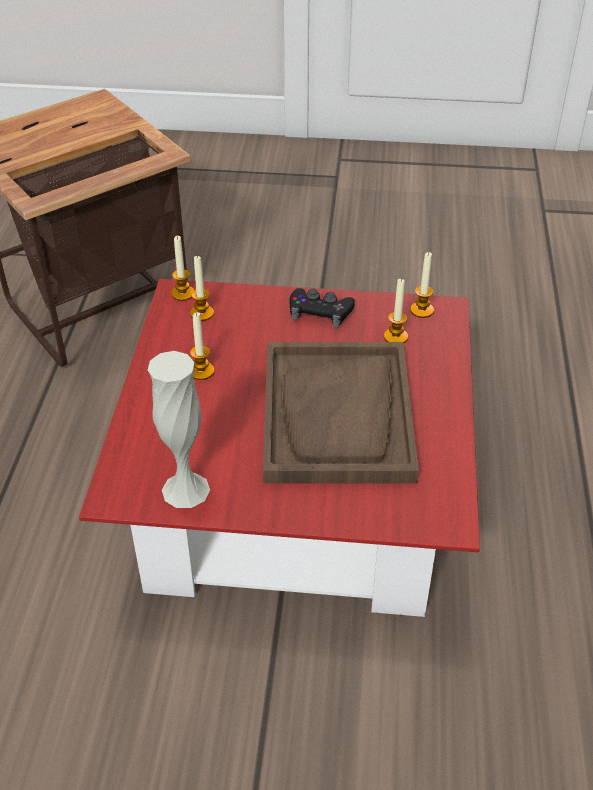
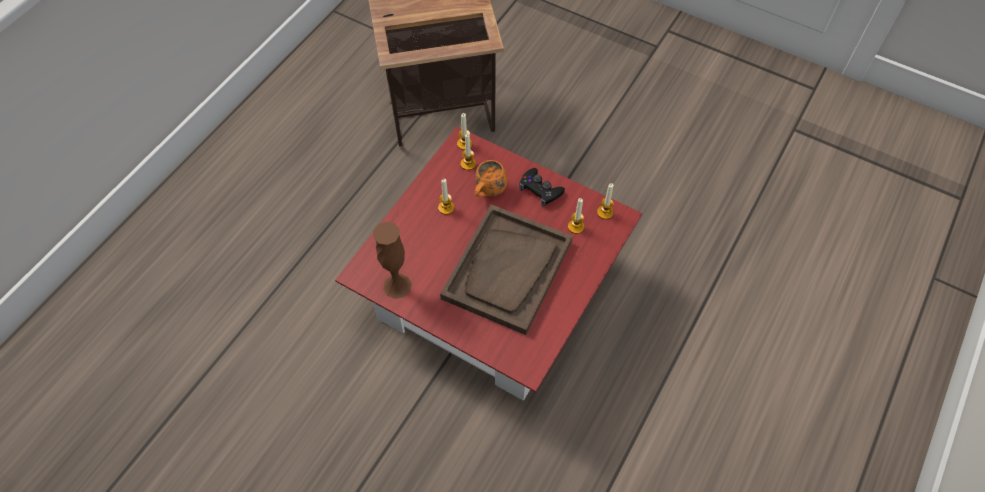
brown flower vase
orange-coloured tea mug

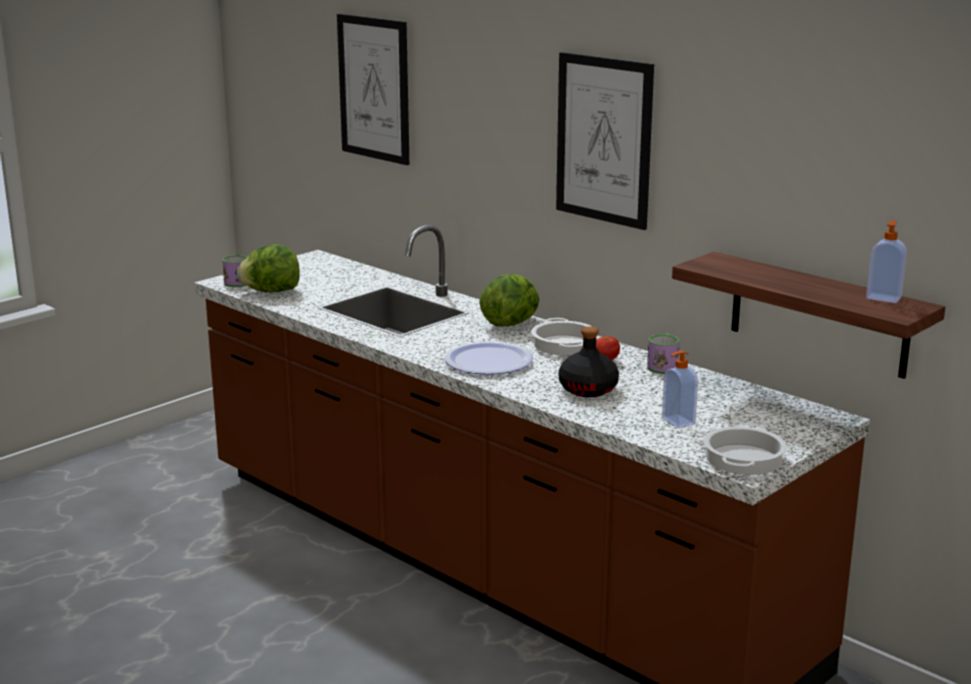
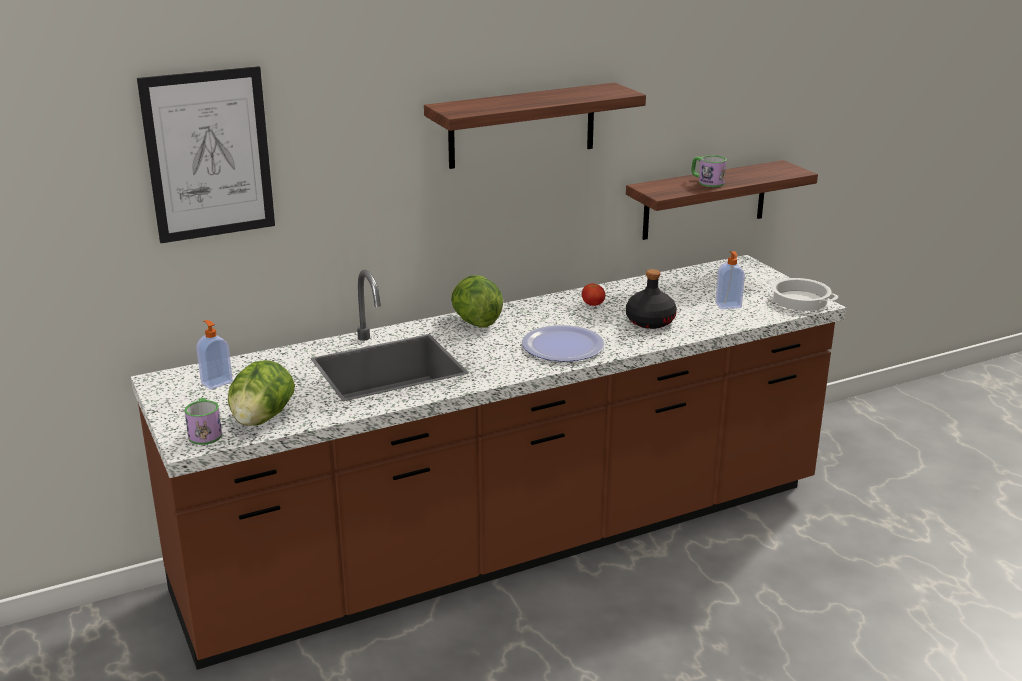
soap dispenser (no. 1 from left)
wall shelf (no. 1 from left)
tea mug (no. 2 from left)
saucepot (no. 1 from left in the first image)

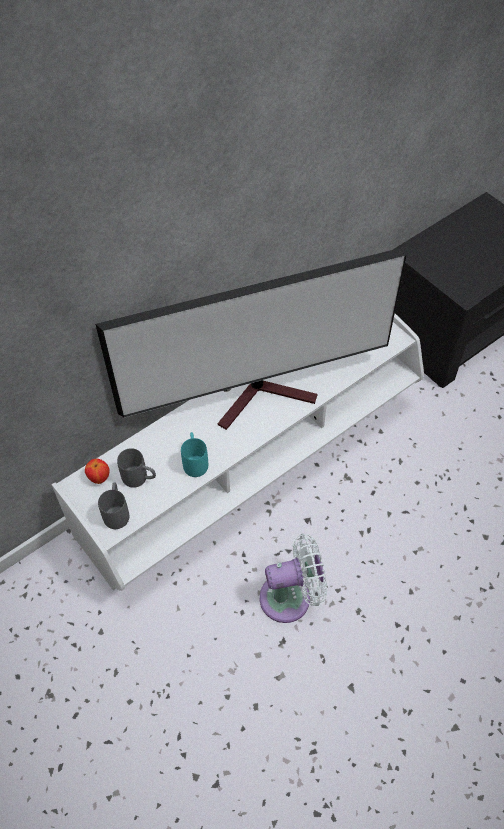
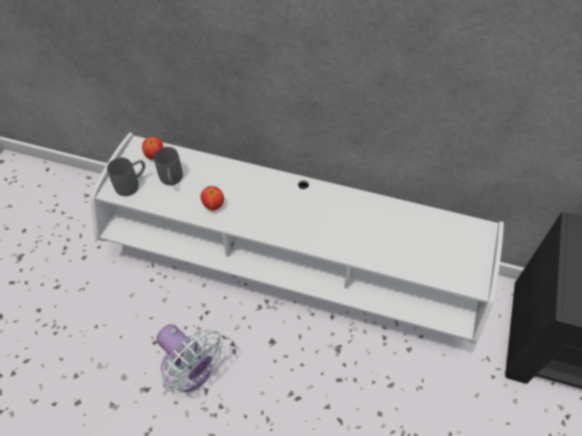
apple (no. 2 from left)
TV set

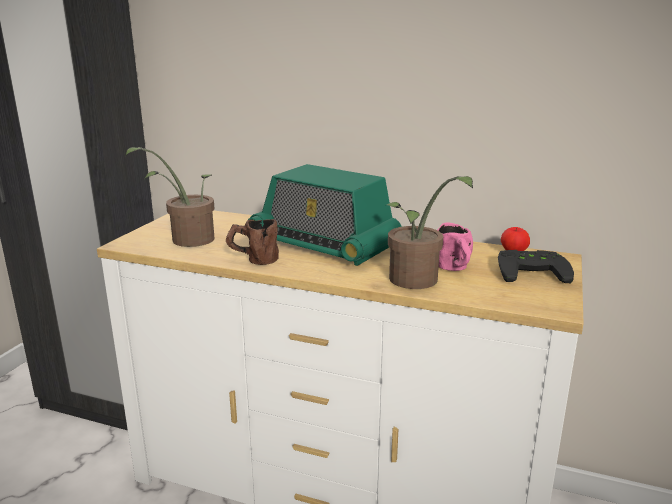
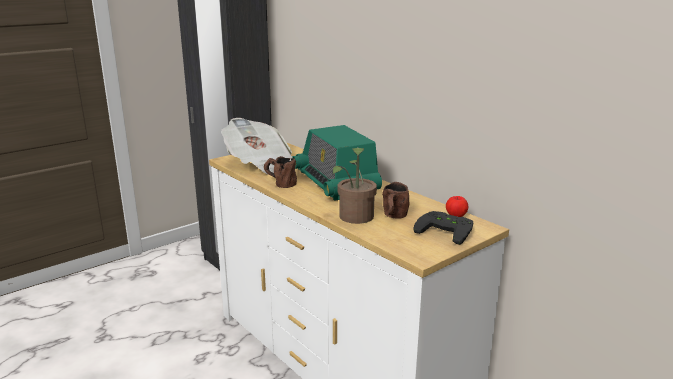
daily paper
brown tea mug (no. 2 from left)

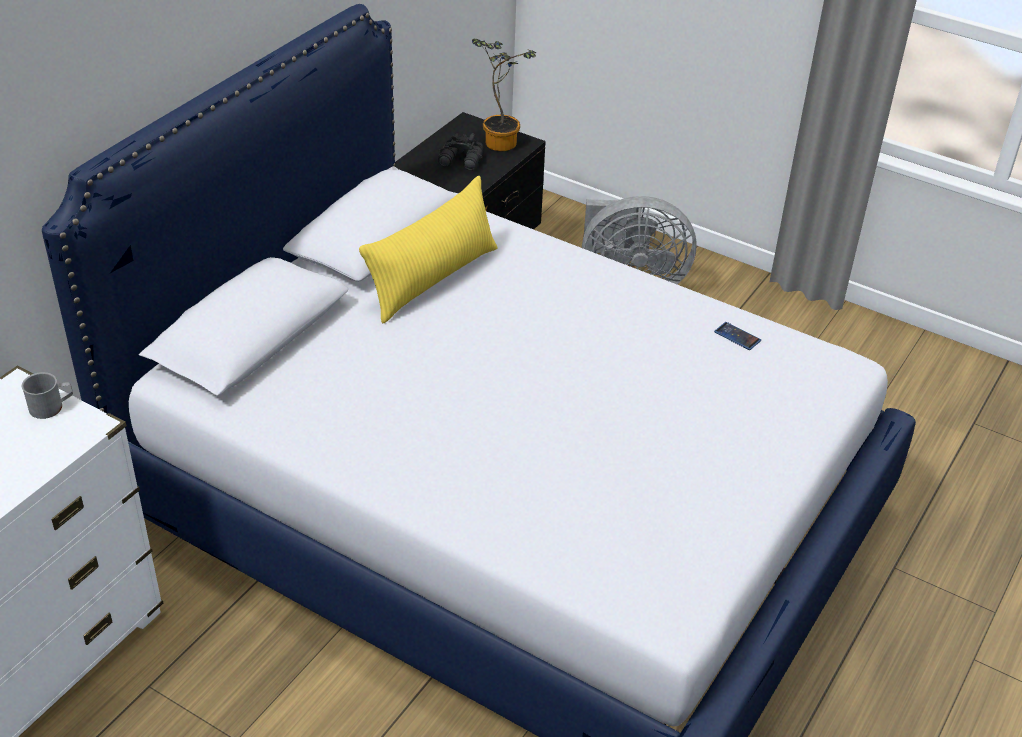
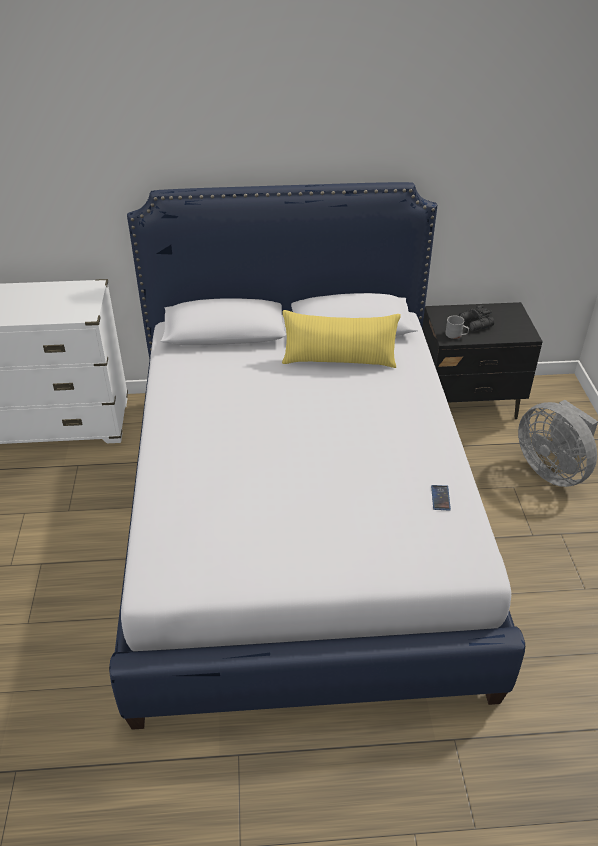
grey tea mug
houseplant

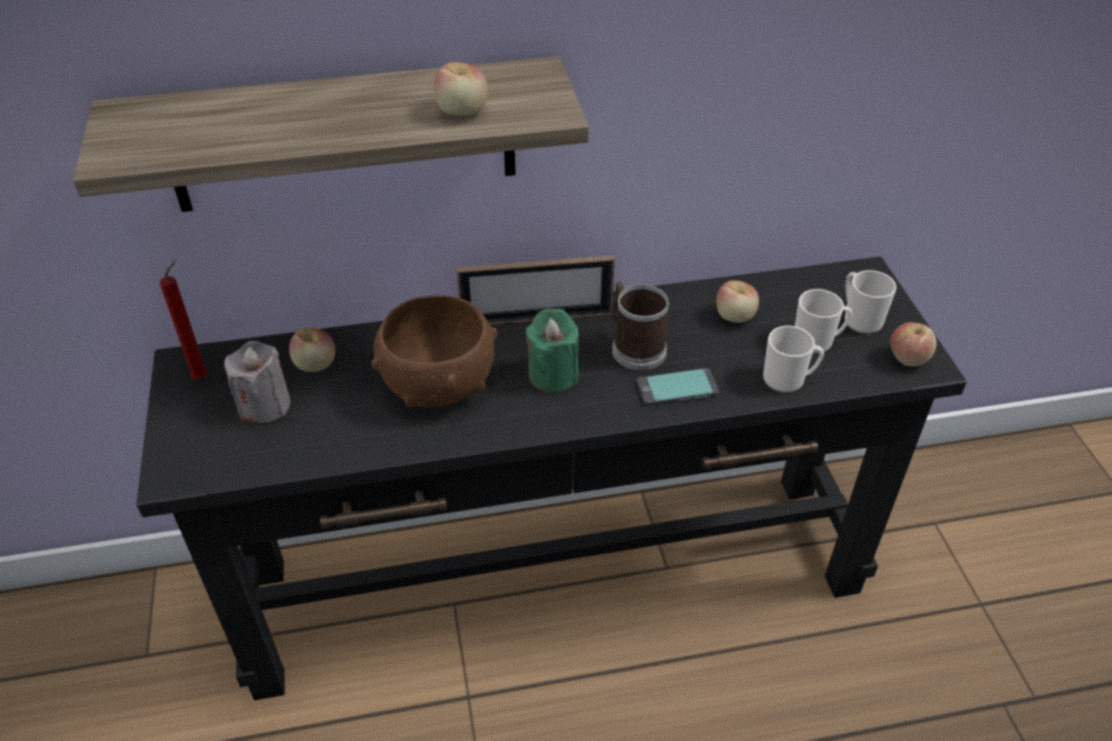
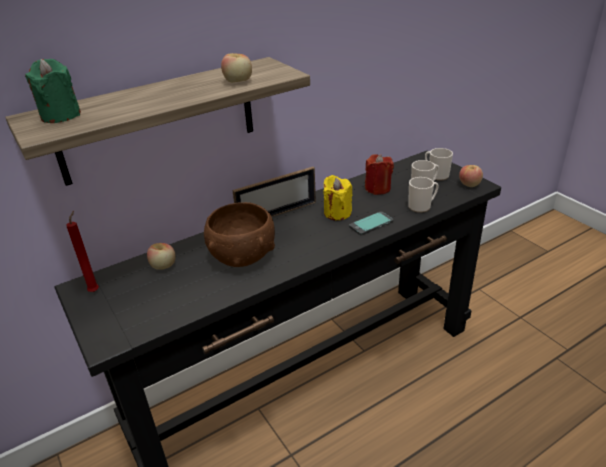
greenish wax candle
yellow-coloured wax candle
red-coloured wax candle (no. 2 from left)
grey wax candle

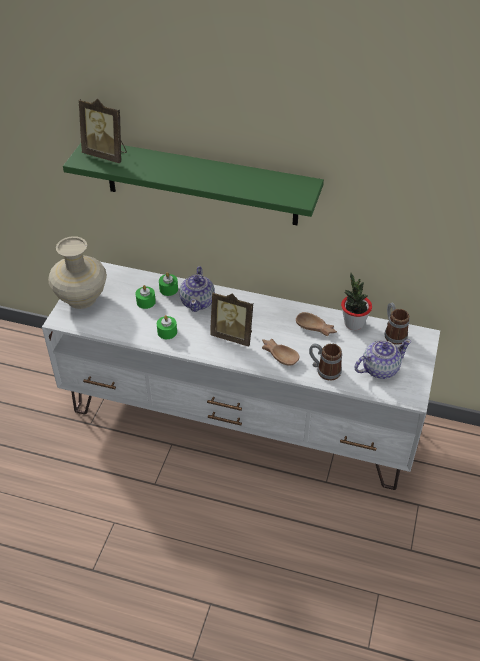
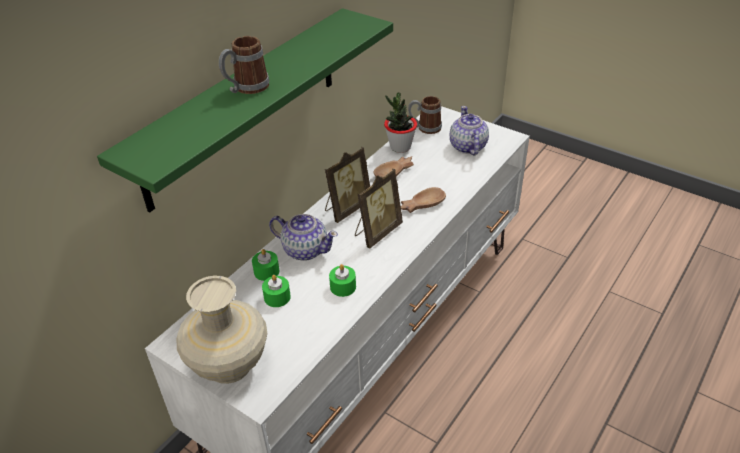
tea mug (no. 1 from left)
picture frame (no. 1 from left)

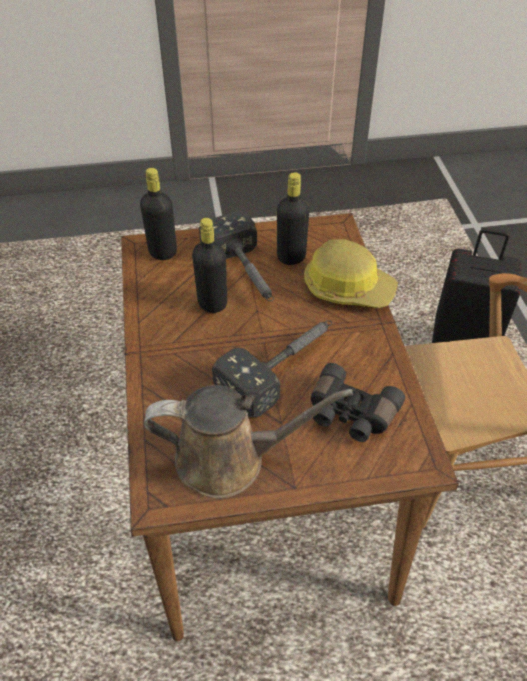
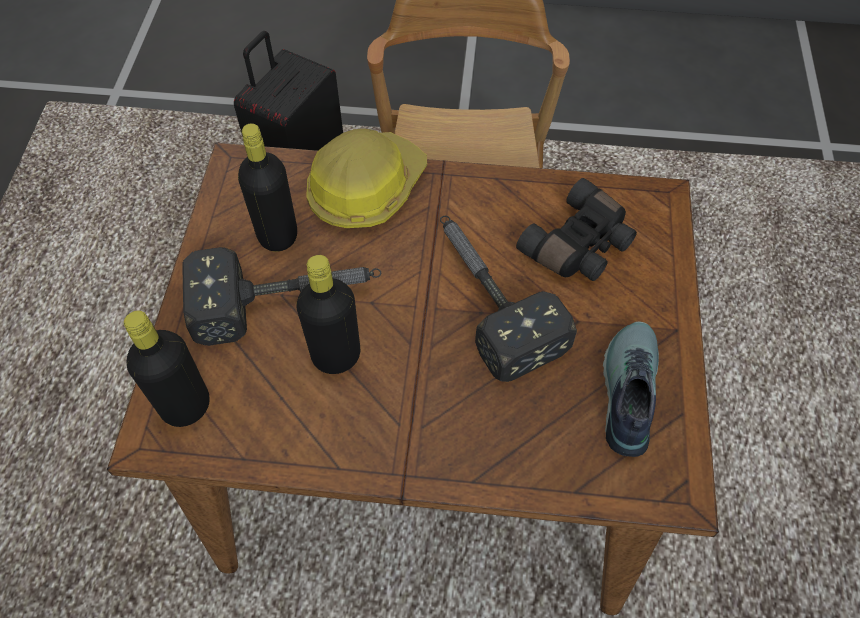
shoe

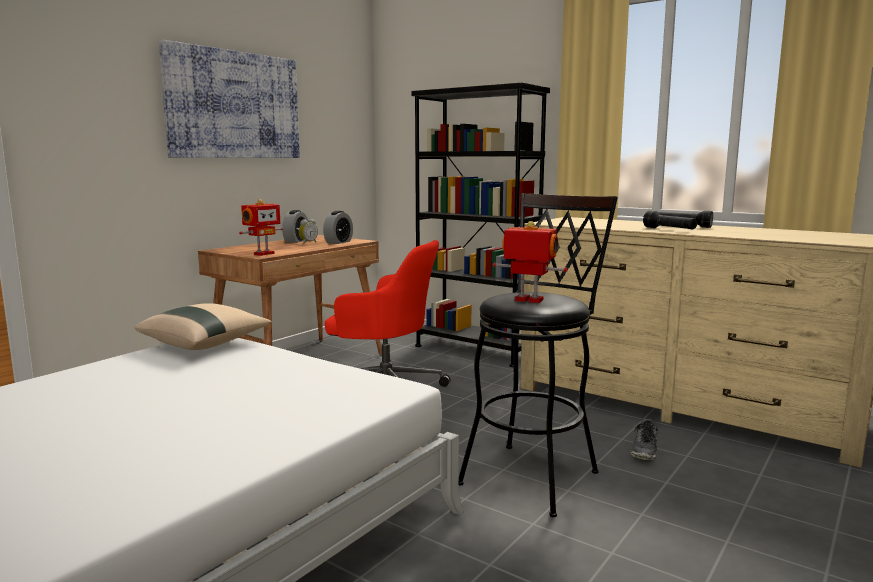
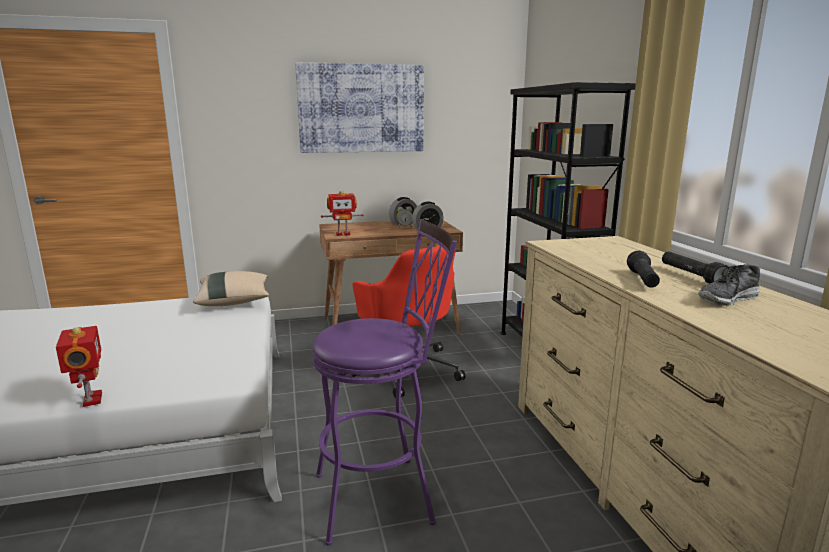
robot figure (no. 1 from left)
purple-coloured stool
shoe

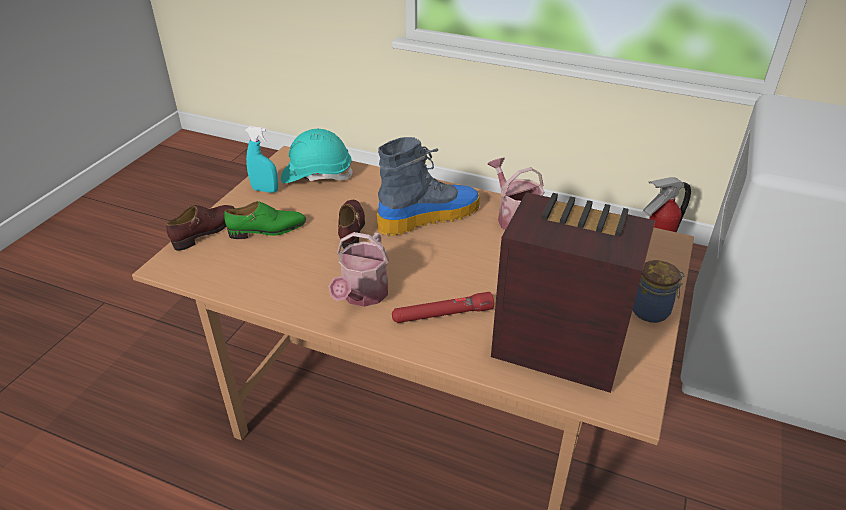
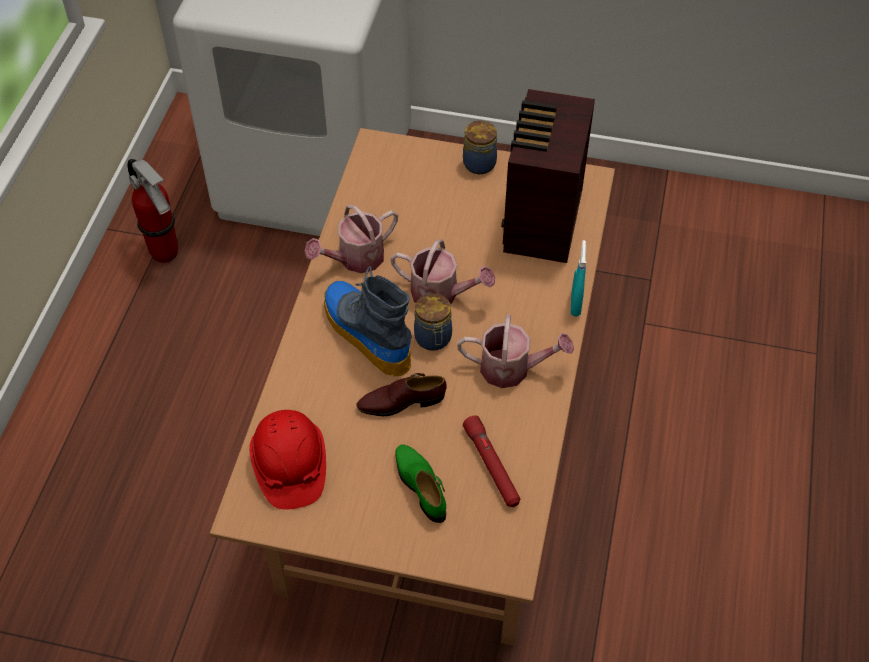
red-coloured hard hat
watering can (no. 2 from left)
storage jar (no. 1 from left)
red-coloured flashlight
turquoise-coloured hand sprayer
brown shoe (no. 1 from left in the first image)

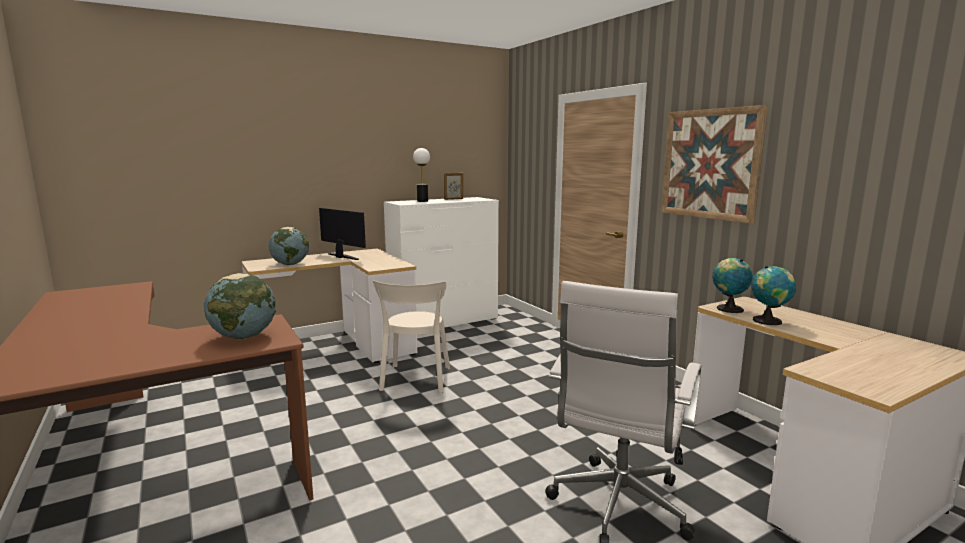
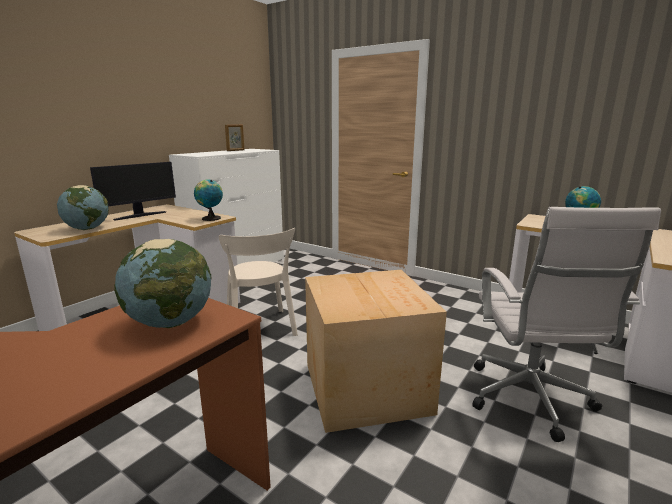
computer screen
globe (no. 3 from left)
carton
table lamp
wall art

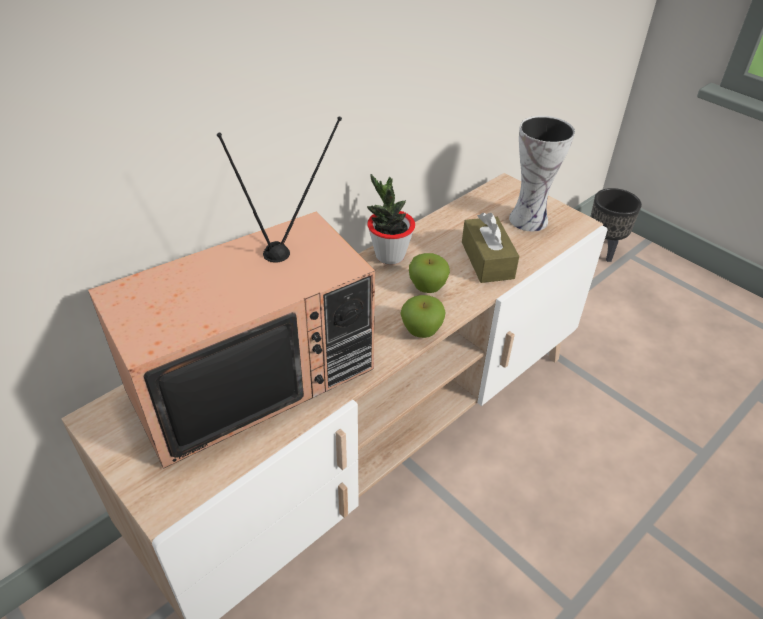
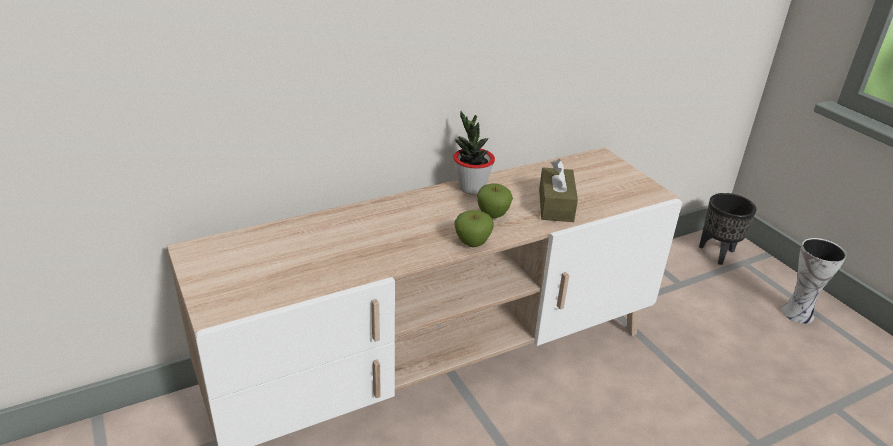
flower vase
TV set

